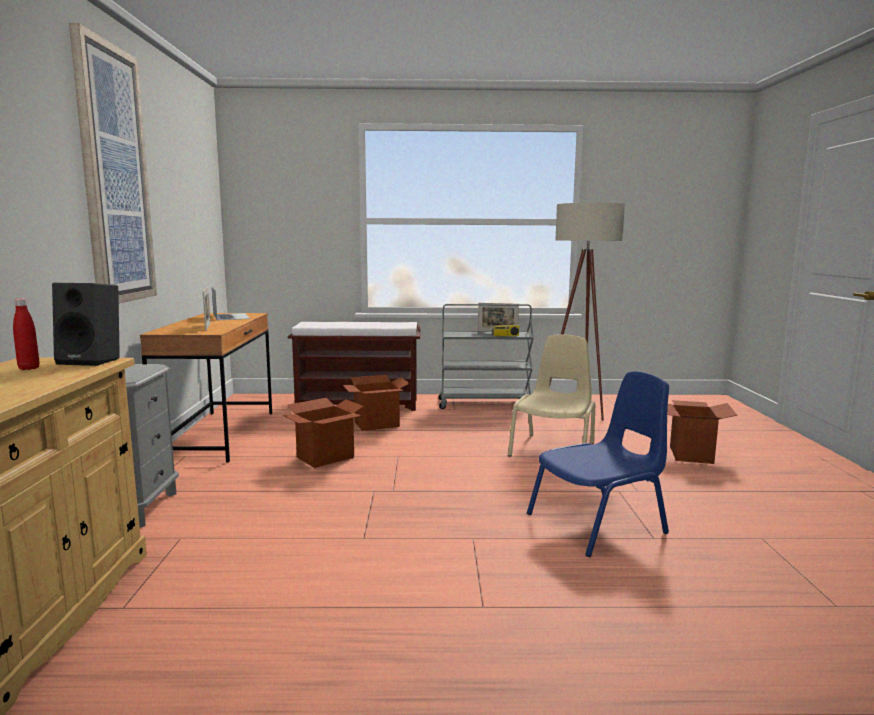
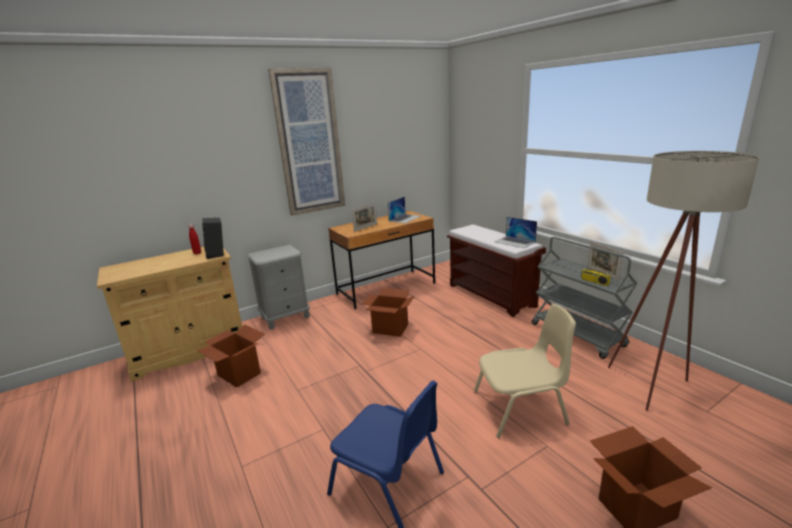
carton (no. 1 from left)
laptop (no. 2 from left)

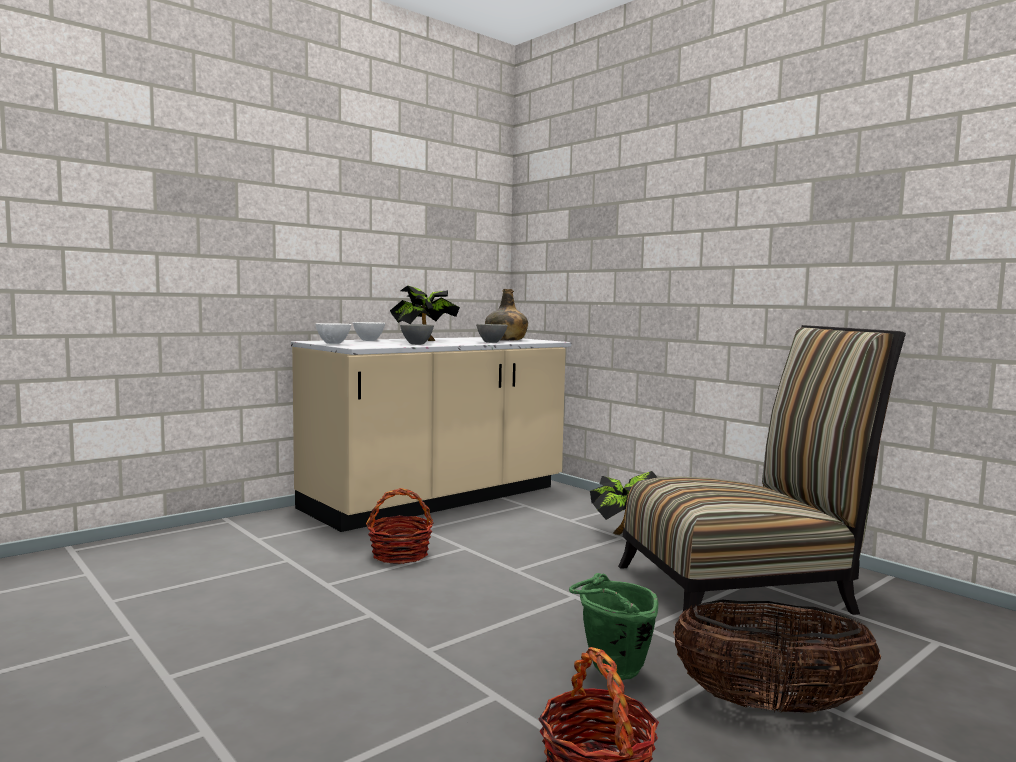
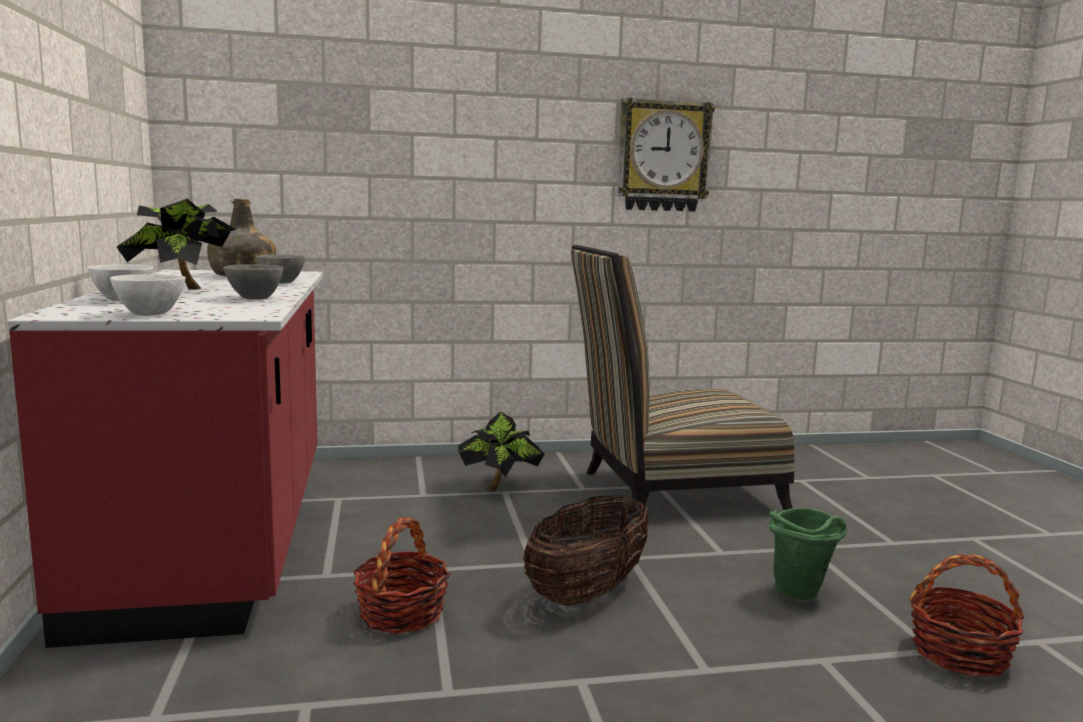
red-coloured counter
storage basket (no. 2 from left)
plain chair
clock on the wall

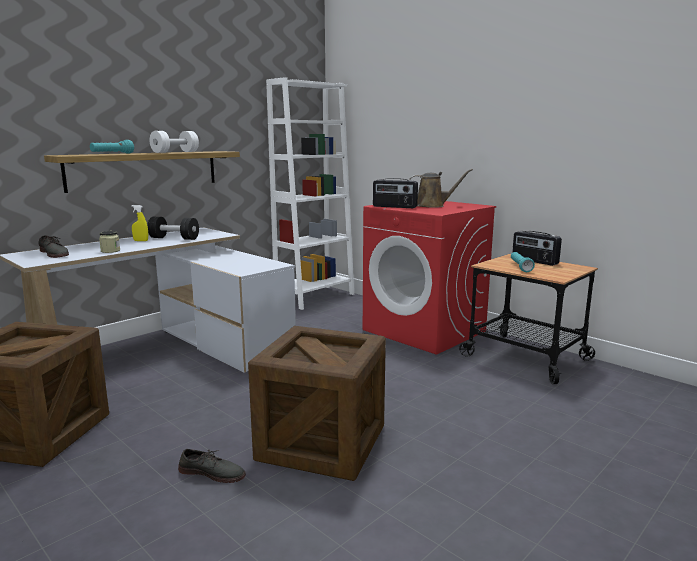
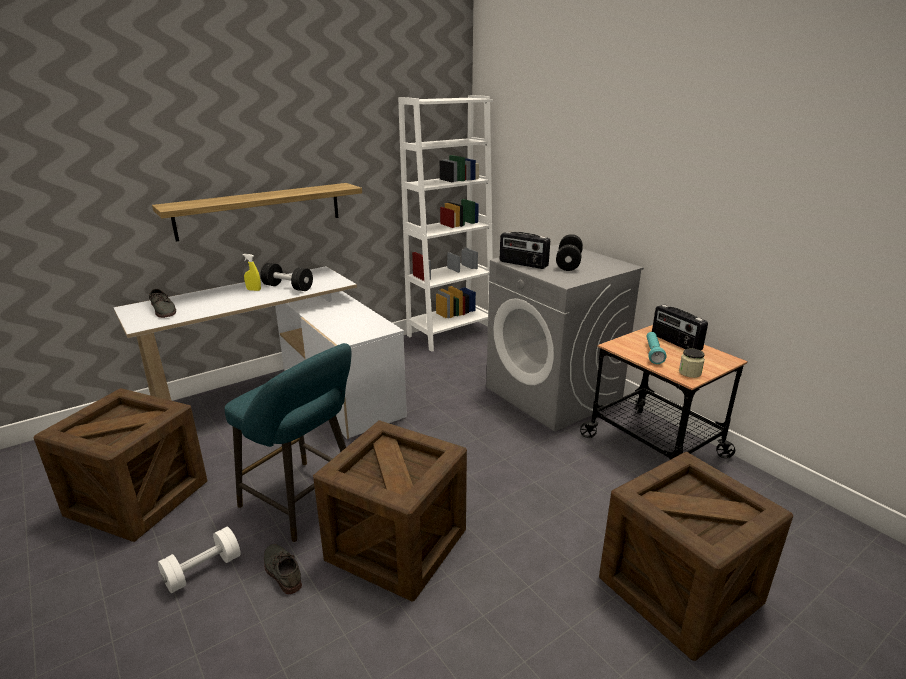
whitish hand weight
turquoise-coloured stool
grey shoe (no. 2 from left)
grey washing machine
blackish hand weight (no. 2 from left)
shipping crate (no. 3 from left)
storage jar
turquoise-coloured flashlight (no. 1 from left in the first image)

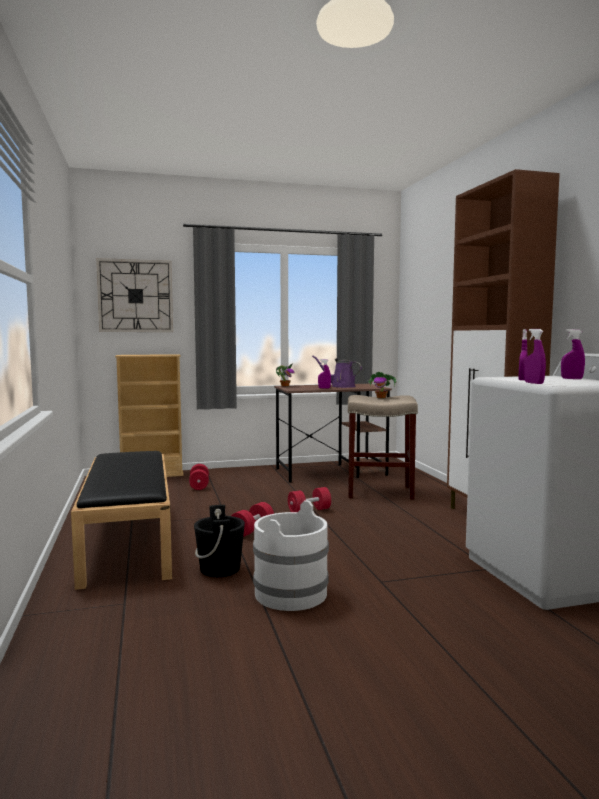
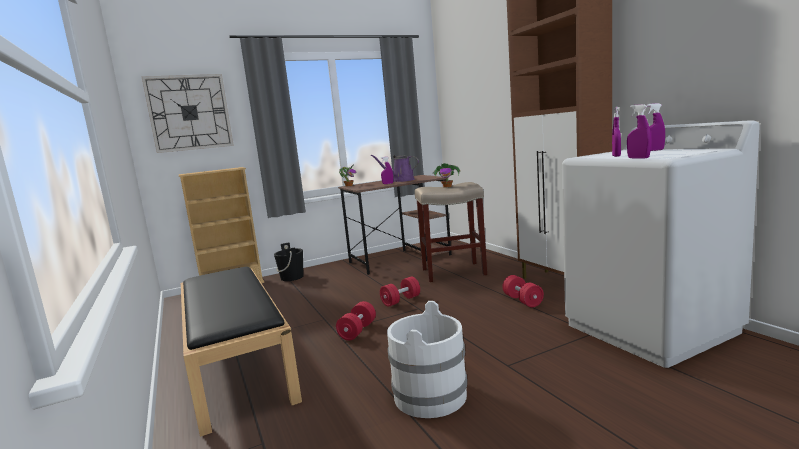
blackish water bucket
red-coloured hand weight (no. 3 from left)

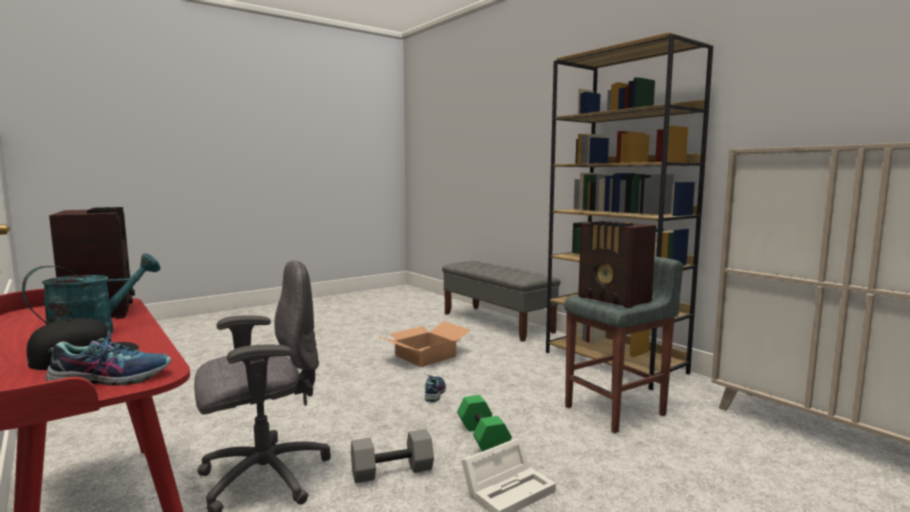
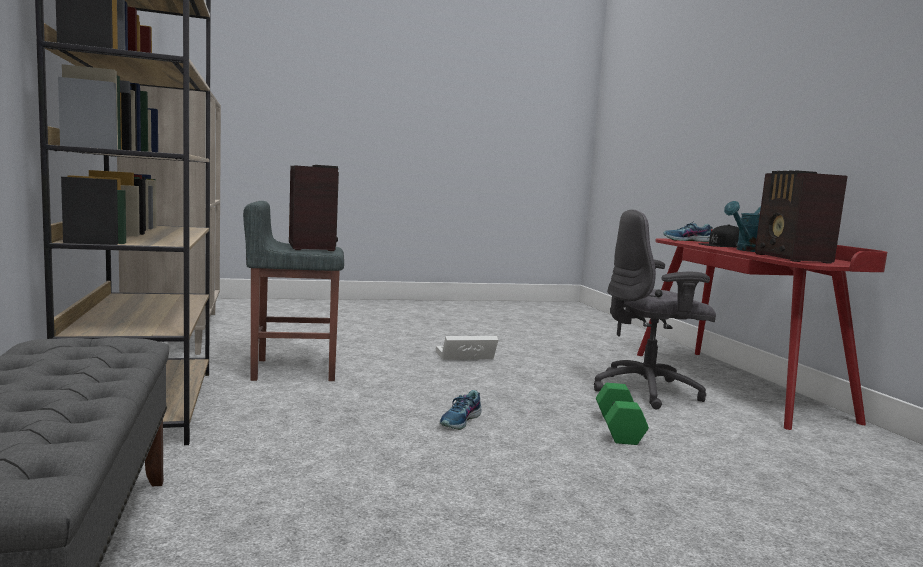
greenish hand weight
grey hand weight
carton

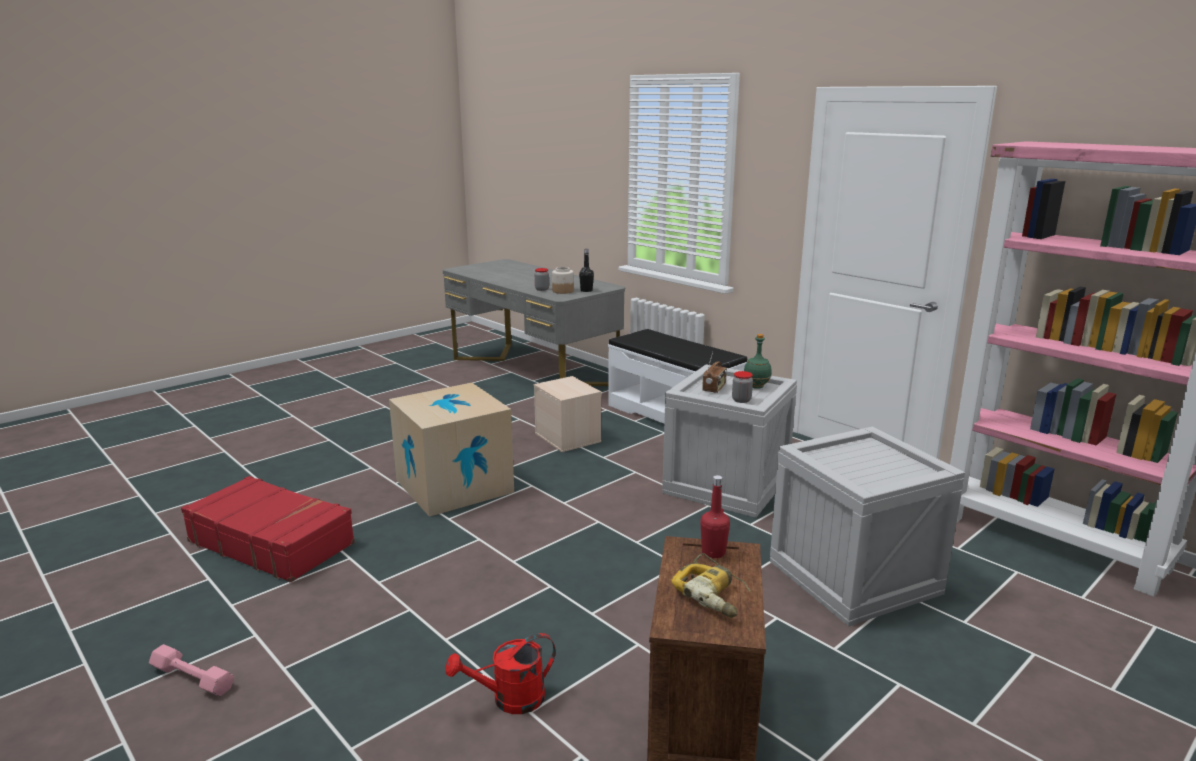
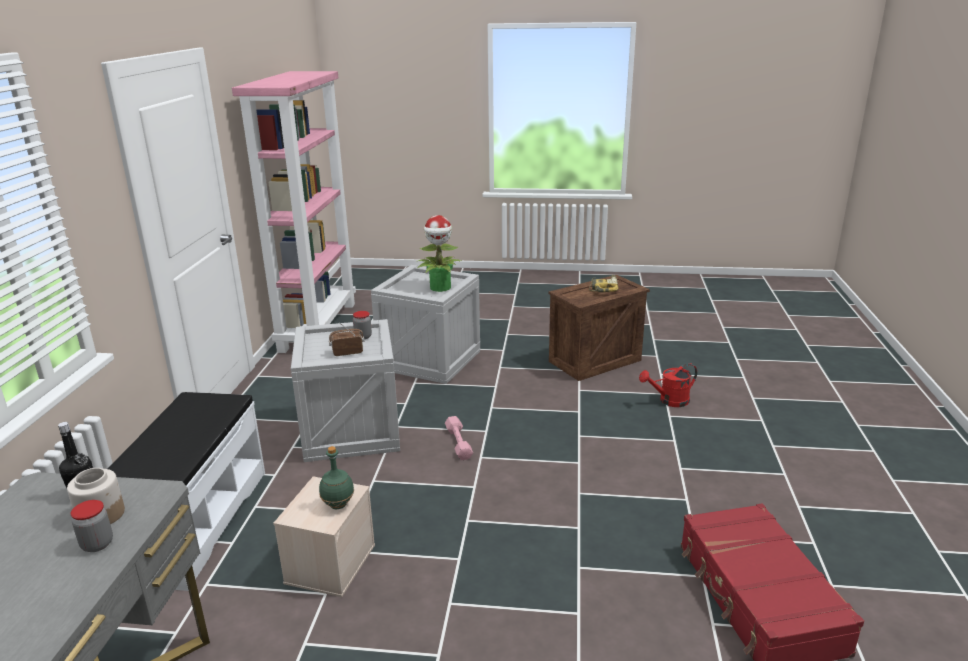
greenish bottle
houseplant
pinkish hand weight
red-coloured watering can
carton
red-coloured bottle

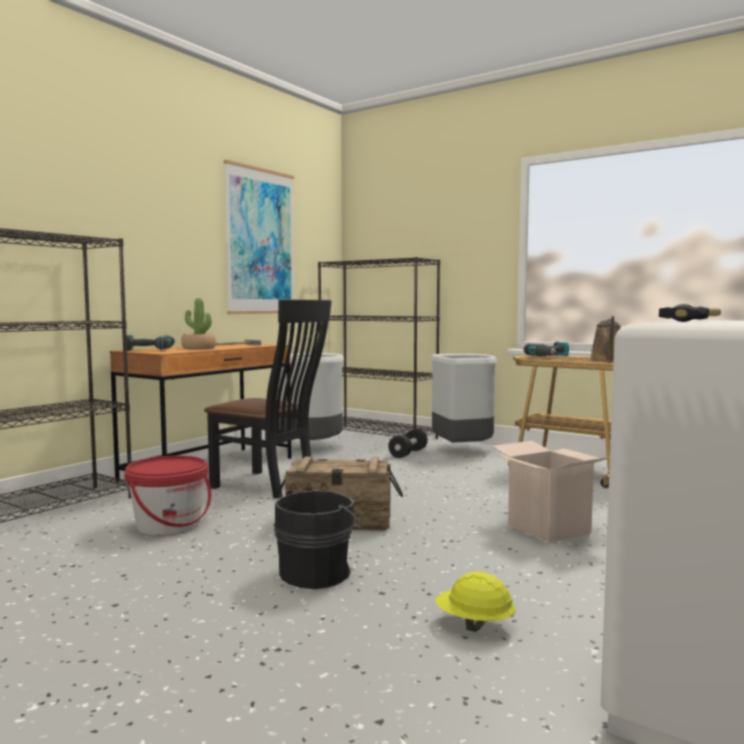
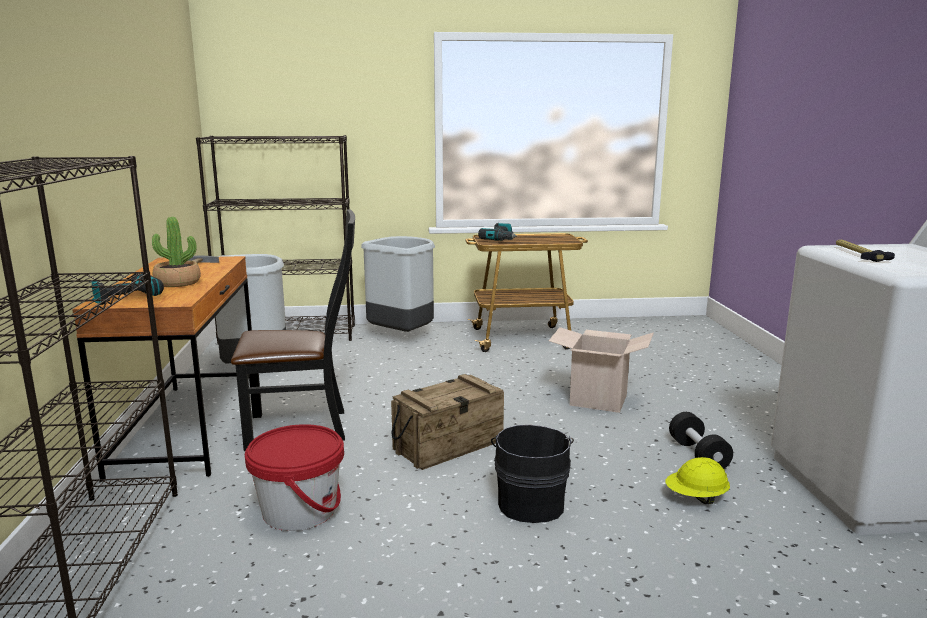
blackish hand weight
wall art
brown watering can

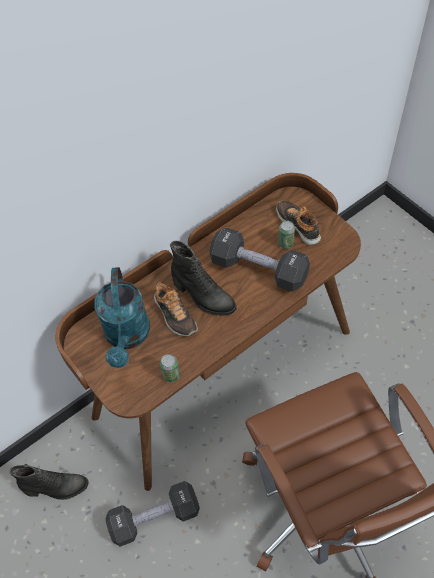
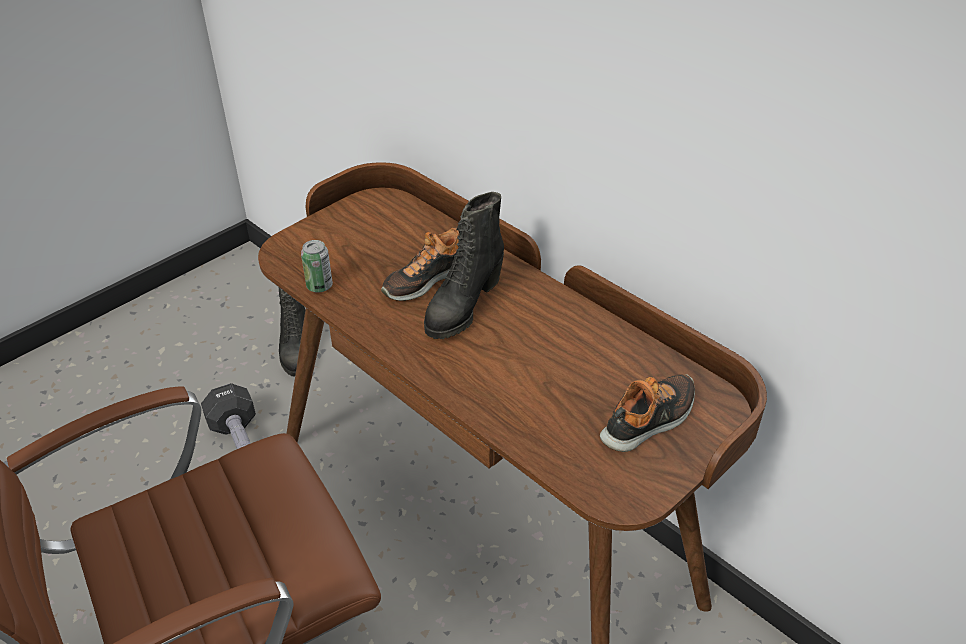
turquoise-coloured watering can
blackish hand weight (no. 2 from left in the first image)
metal can (no. 2 from left in the first image)

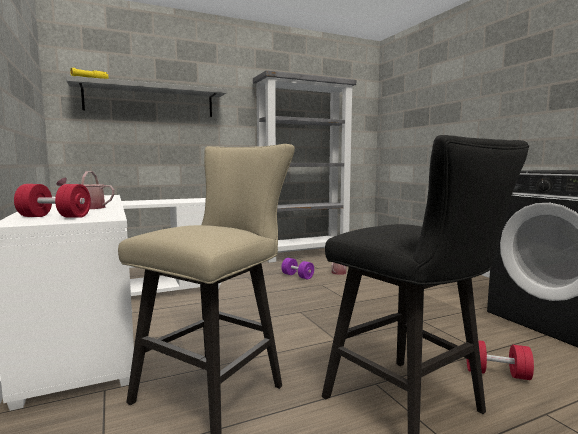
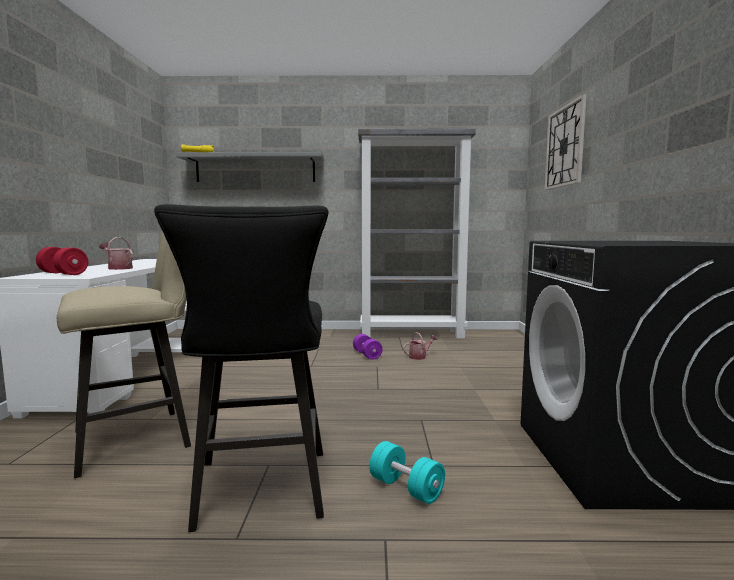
turquoise-coloured hand weight
clock on the wall

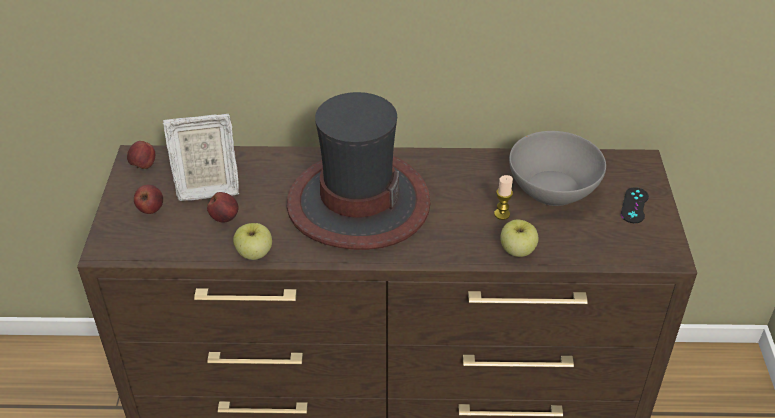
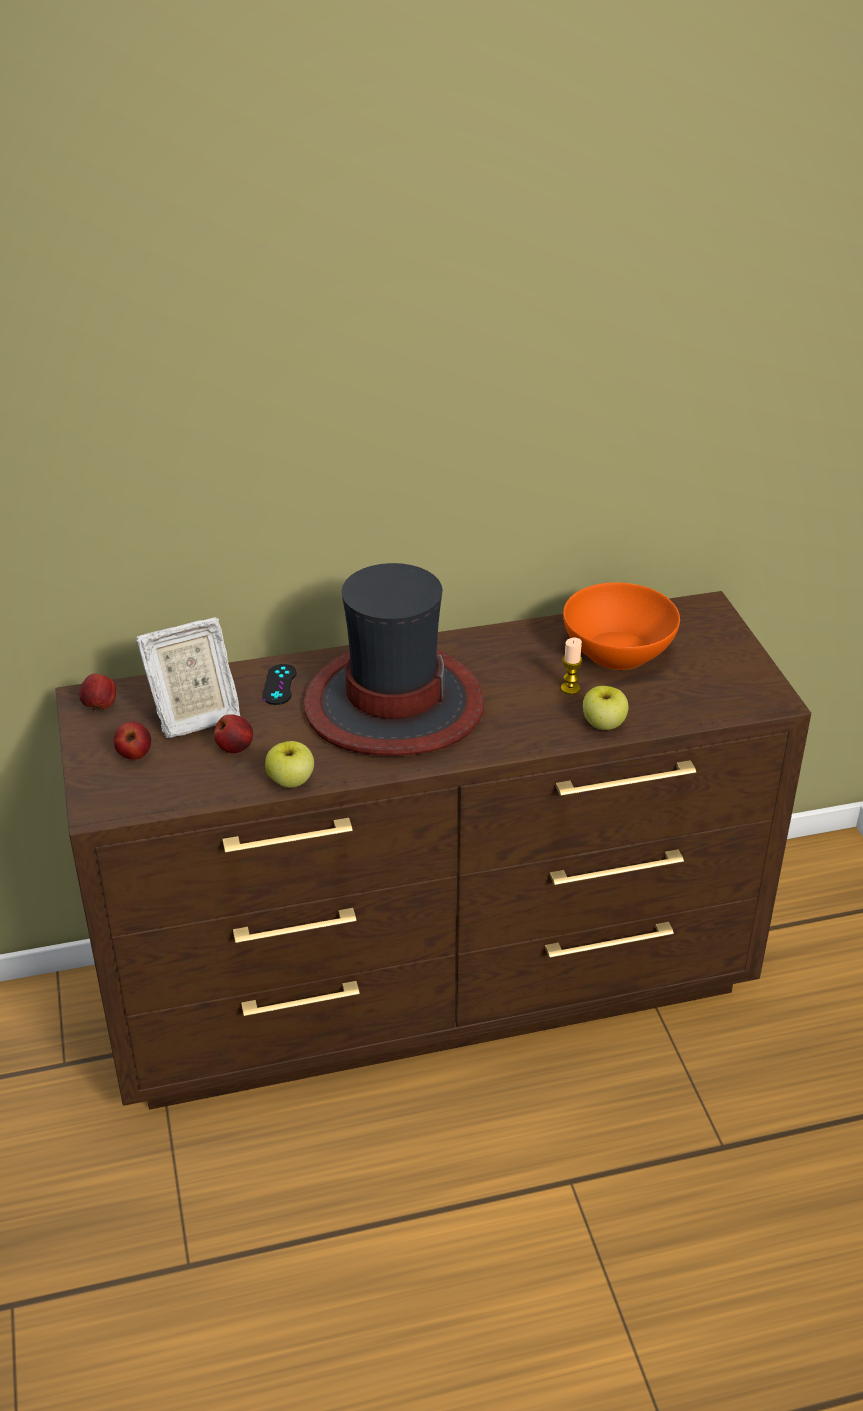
blackish game controller
orange-coloured serving bowl

